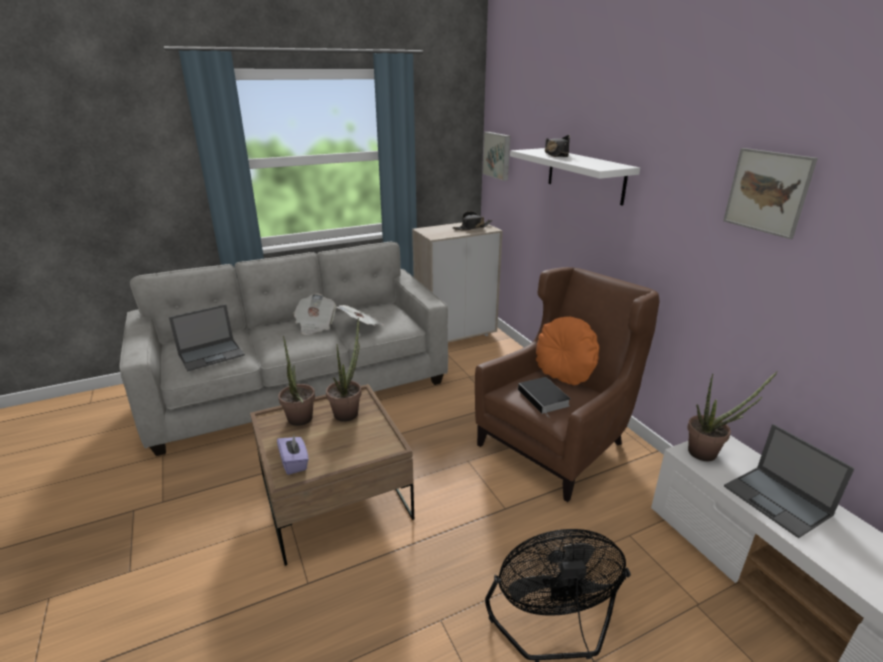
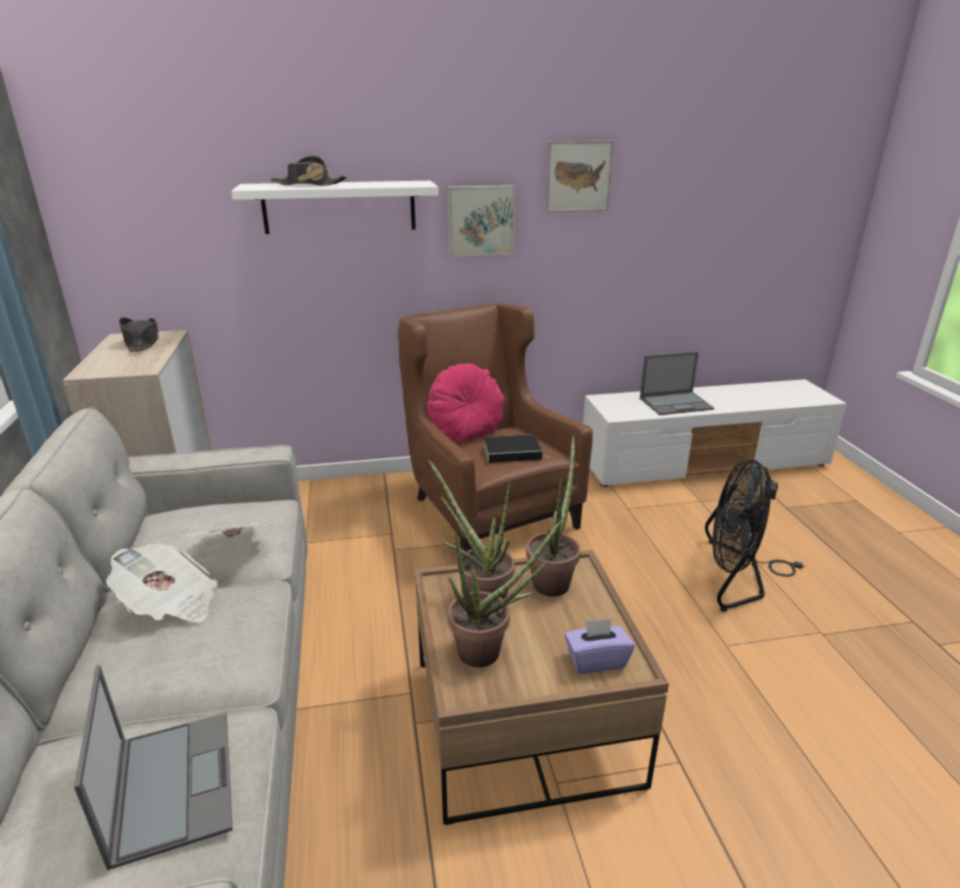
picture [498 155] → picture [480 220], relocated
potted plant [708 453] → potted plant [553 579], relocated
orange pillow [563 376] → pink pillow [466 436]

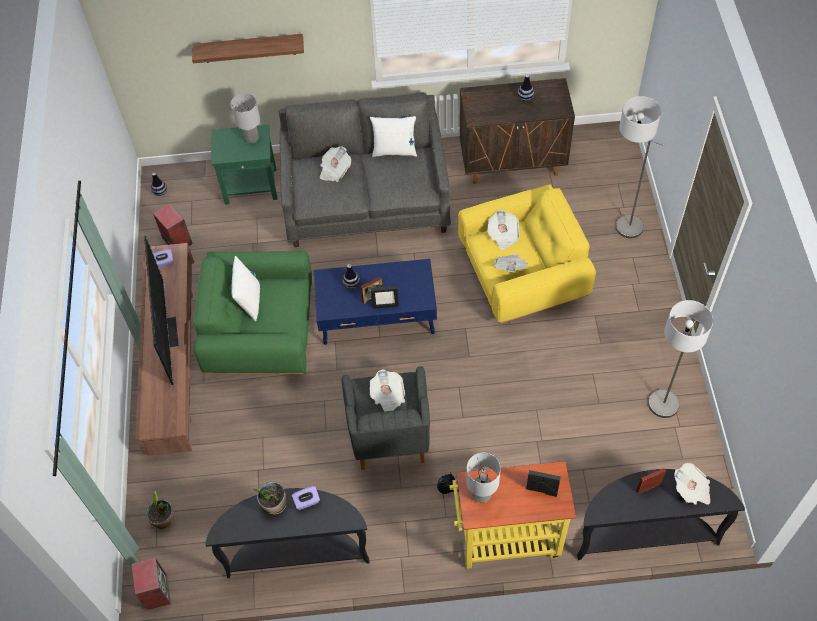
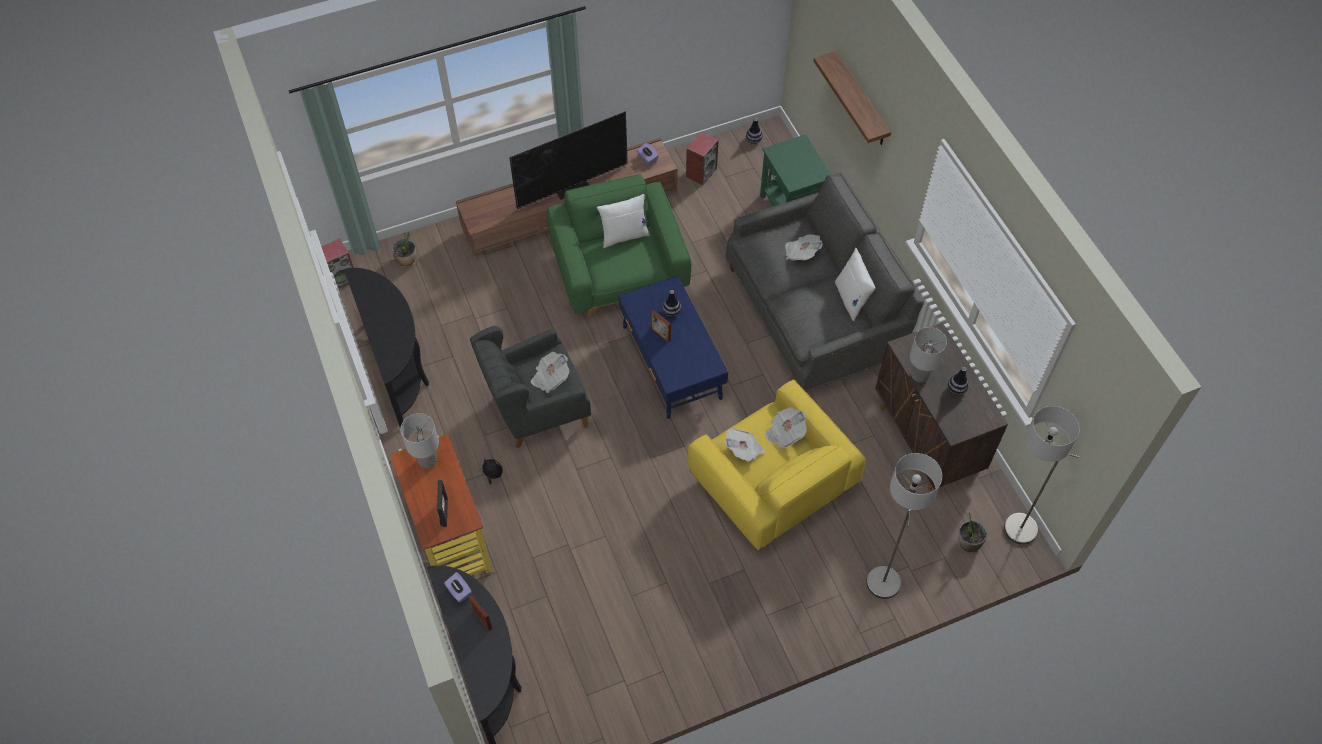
picture frame [385 305] → -
newspaper [691 490] → -
grey table lamp [251 139] → grey table lamp [919 376], relocated
potted plant [275 504] → potted plant [968 543], relocated
purple tissue box [307 501] → purple tissue box [459 591], relocated
grey floor lamp [659 411] → grey floor lamp [1010 526], relocated

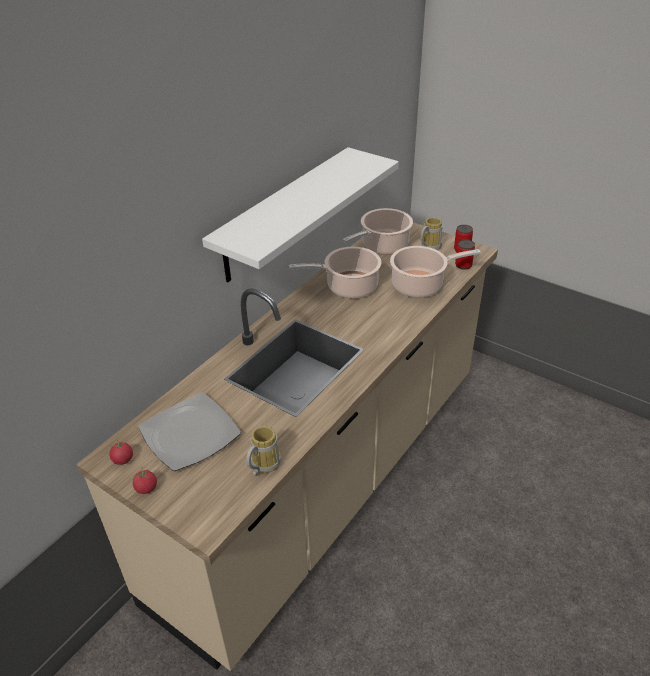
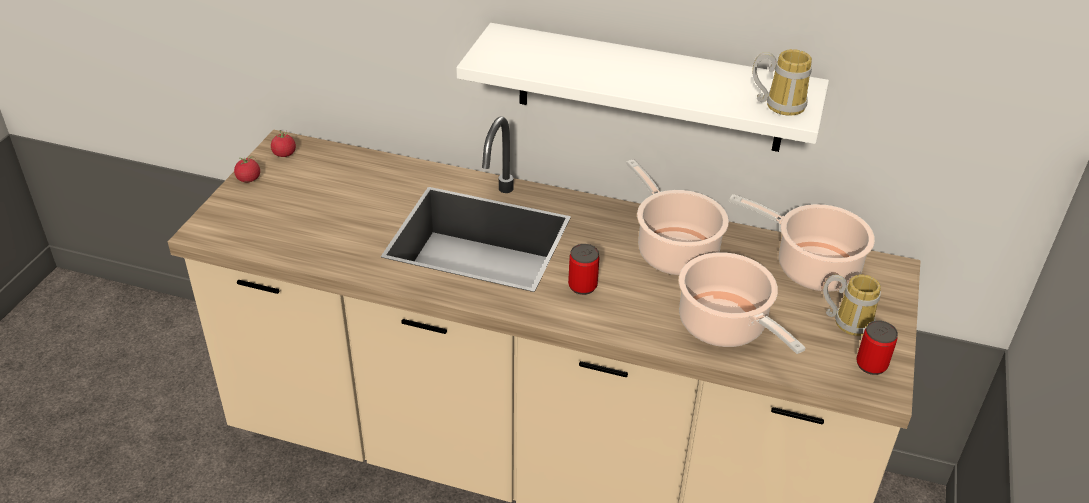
plate [190 433] → -
mug [262 465] → mug [779 104], relocated
can [463 265] → can [582 286], relocated

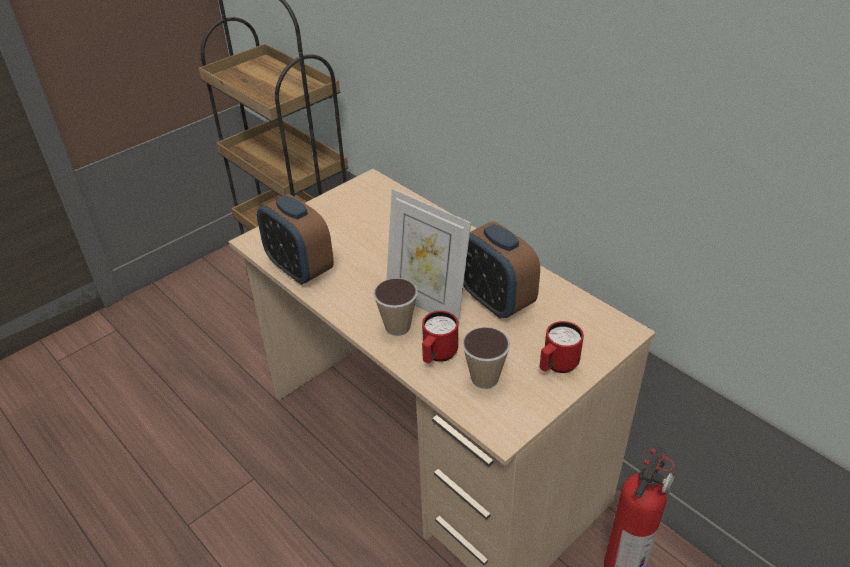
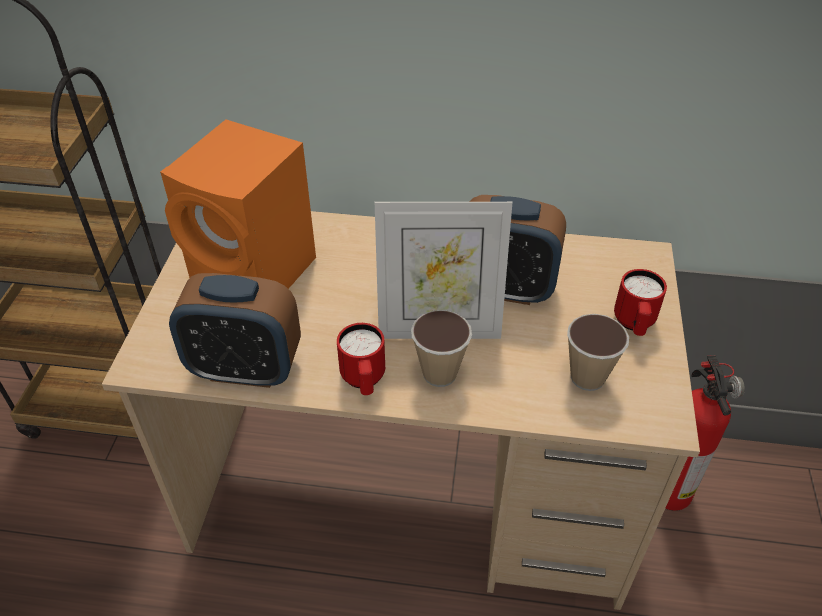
- → orange speaker [258 276]
red mug [437 356] → red mug [364 381], relocated

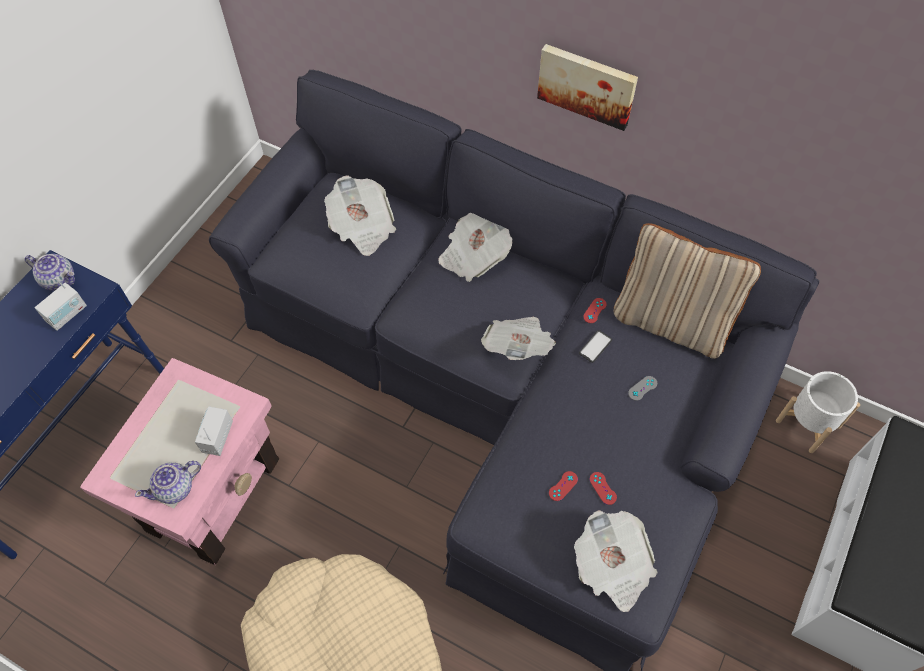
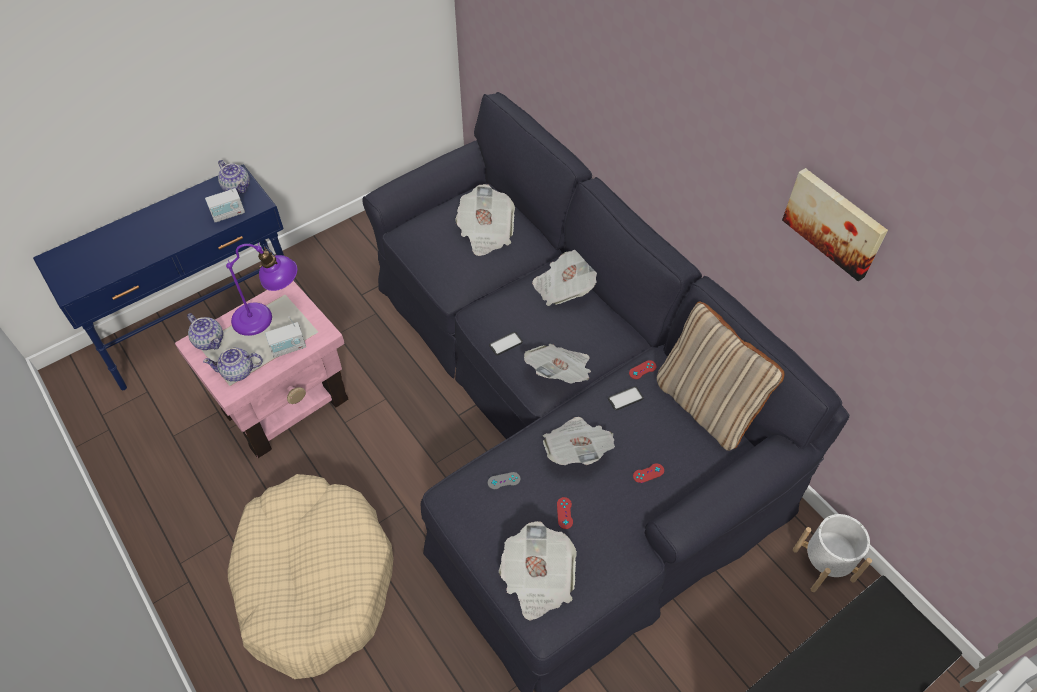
- → teapot [210 341]
- → purple table lamp [270 315]
- → phone [505 344]
- → newspaper [576 450]
picture [587 85] → picture [835 222], relocated
red game controller [563 486] → red game controller [648 473], relocated
grey game controller [642 388] → grey game controller [504 480], relocated
radio [217 437] → radio [288 347], 150 degrees counterclockwise

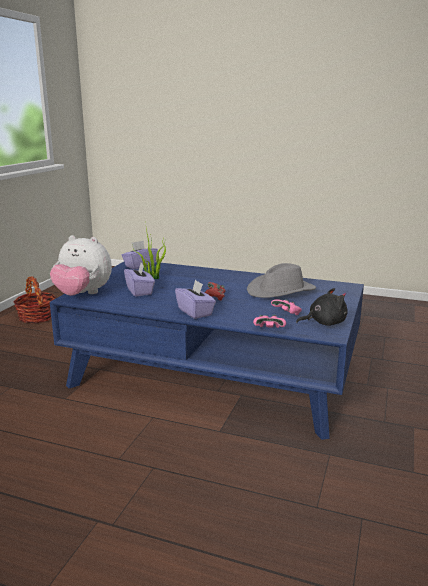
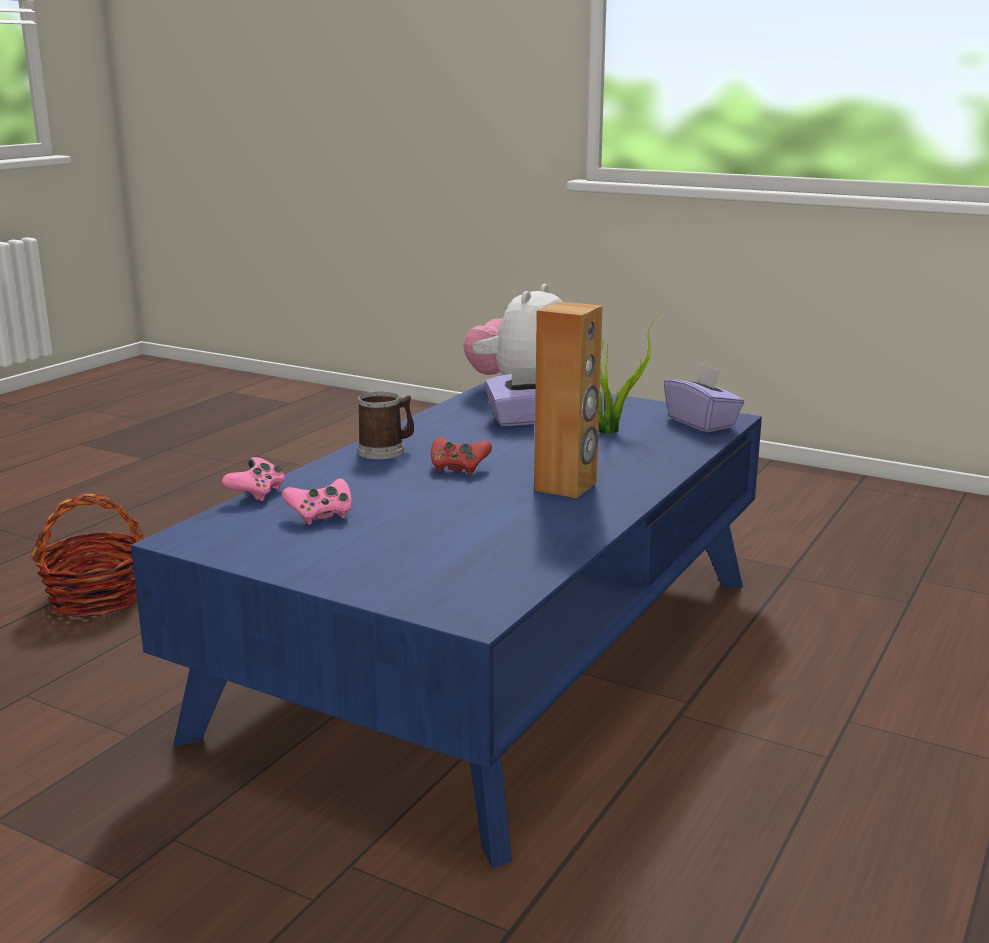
grey hat [281 291] → -
black plush toy [324 323] → -
- → brown speaker [566 486]
basket [37 317] → basket [97 598], relocated
purple tissue box [195 312] → mug [386 451]

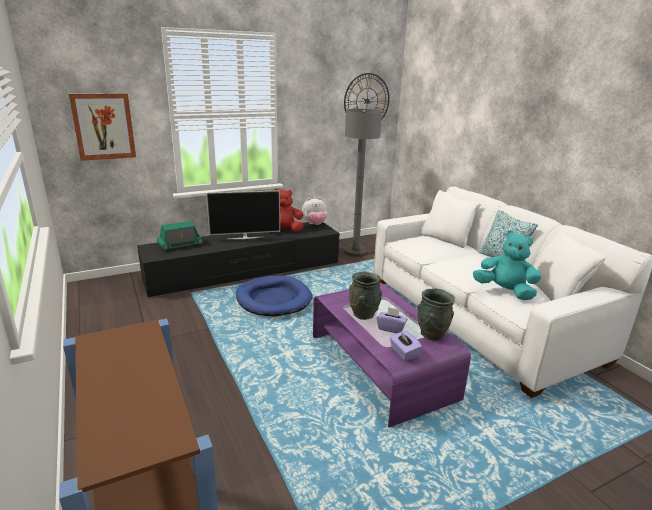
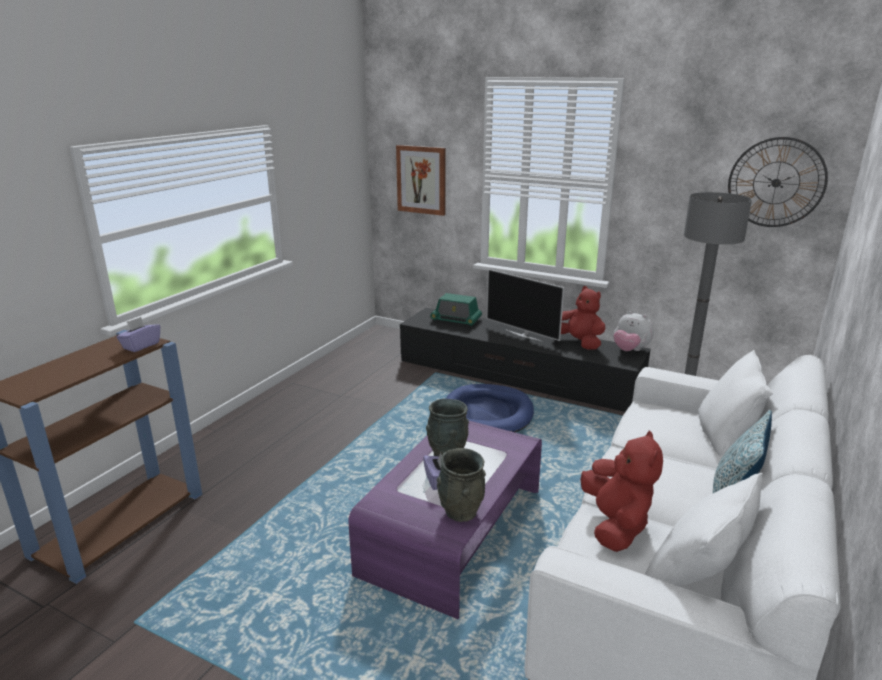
purple tissue box [404 353] → purple tissue box [141 346], relocated
turquoise plush toy [505 291] → red plush toy [615 525]

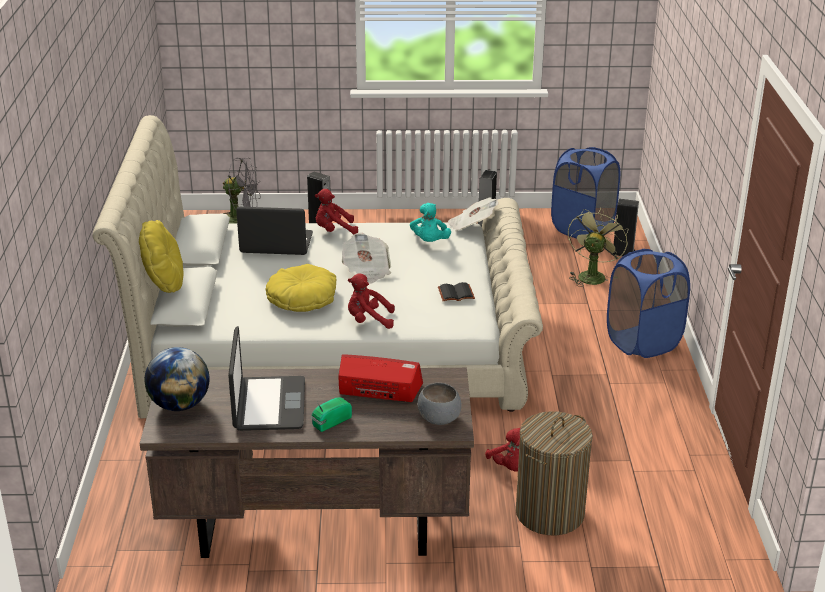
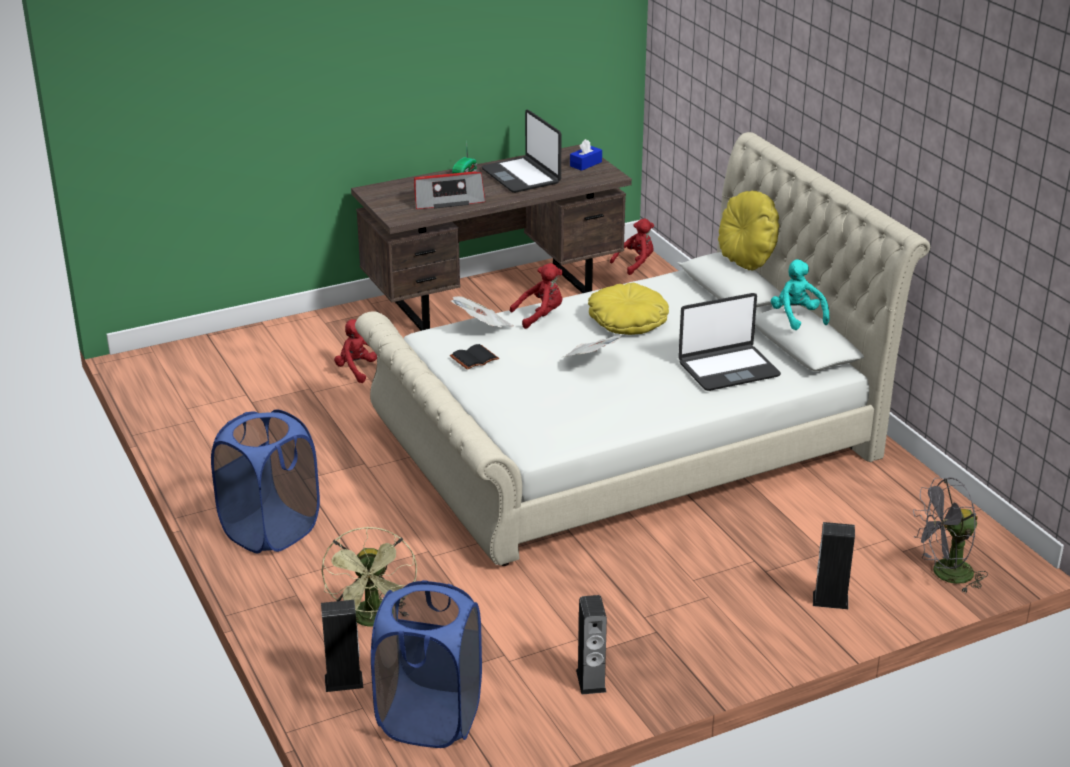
grey bowl [439 419] → -
laundry basket [549 513] → -
red plush toy [334 231] → red plush toy [635 264], relocated
turquoise plush toy [429 242] → turquoise plush toy [797 317], relocated
newspaper [471 226] → newspaper [482 327], relocated
globe [179 405] → blue tissue box [585 164]

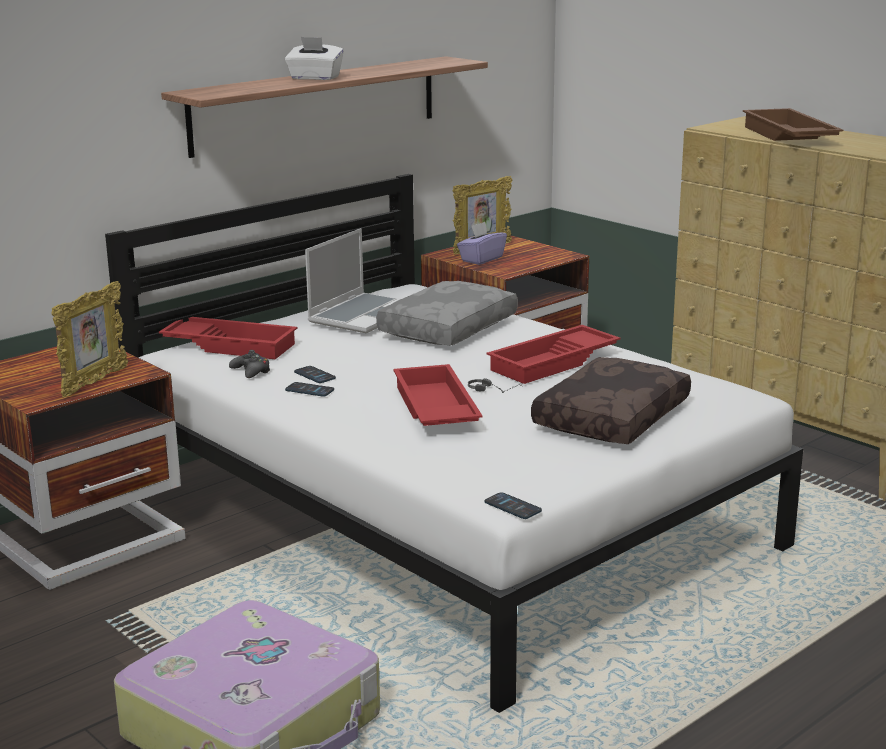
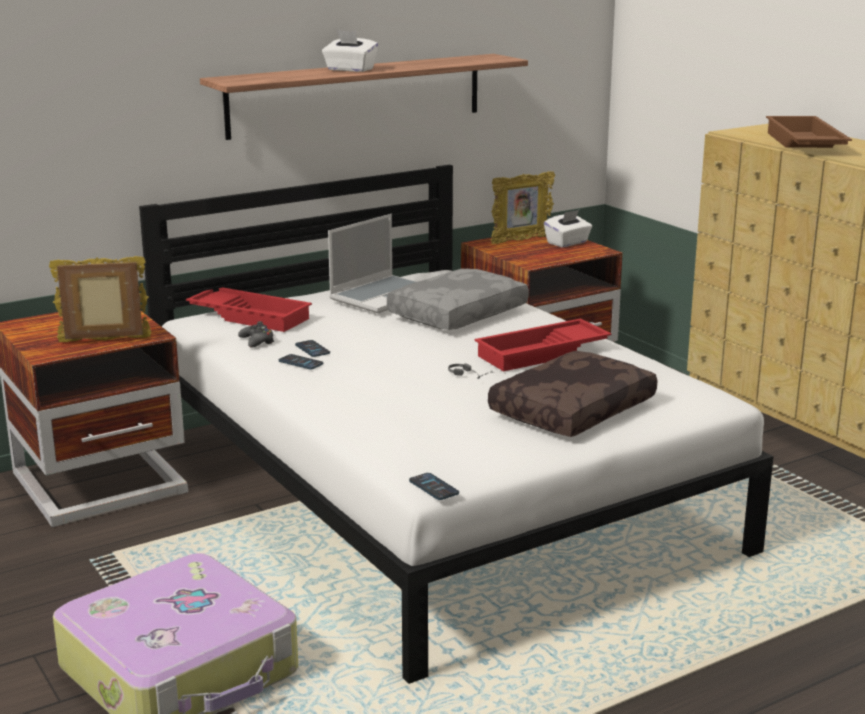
red tray [433 409] → -
purple tissue box [481 259] → -
- → white tissue box [567 243]
picture frame [94 382] → picture frame [105 341], 135 degrees counterclockwise

